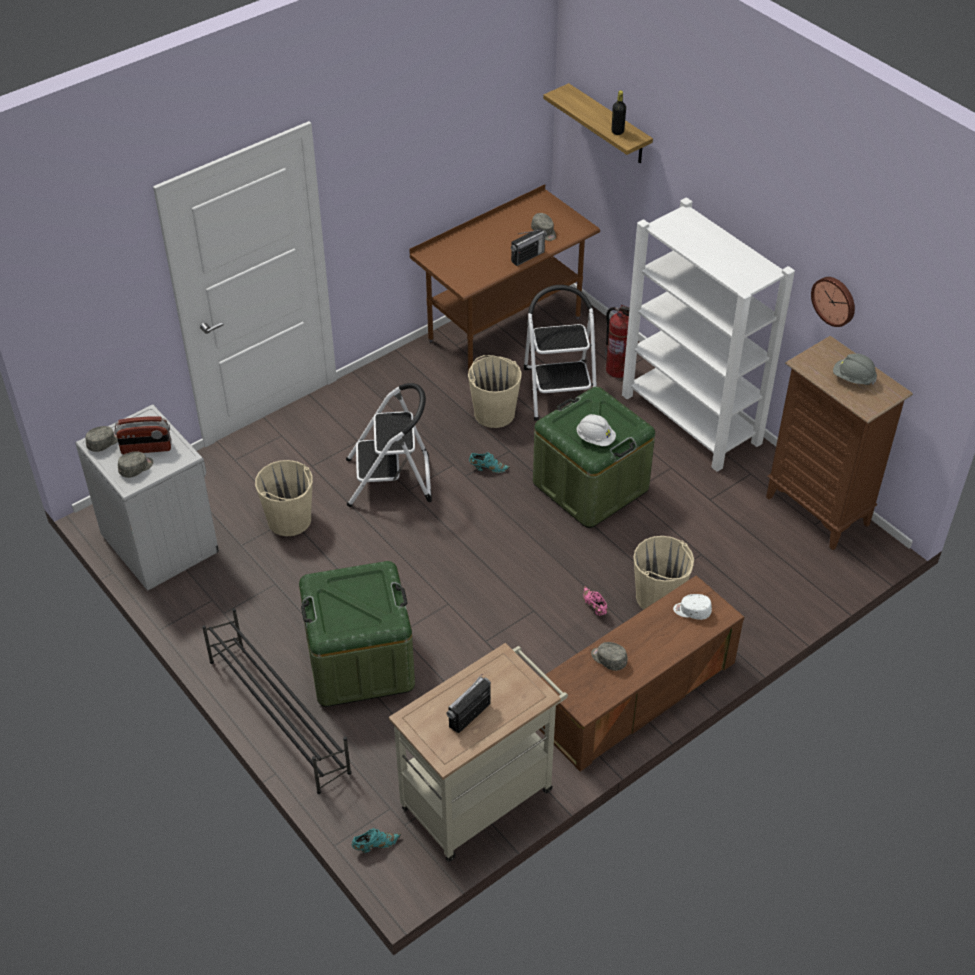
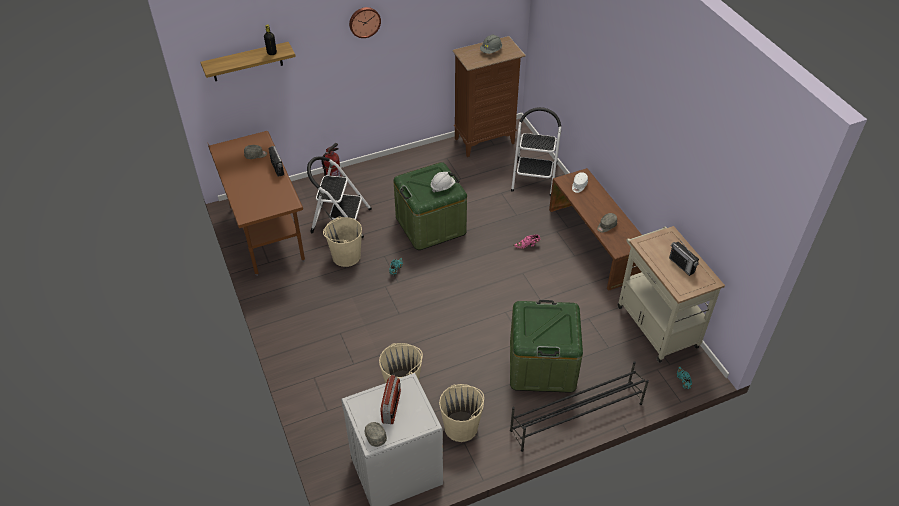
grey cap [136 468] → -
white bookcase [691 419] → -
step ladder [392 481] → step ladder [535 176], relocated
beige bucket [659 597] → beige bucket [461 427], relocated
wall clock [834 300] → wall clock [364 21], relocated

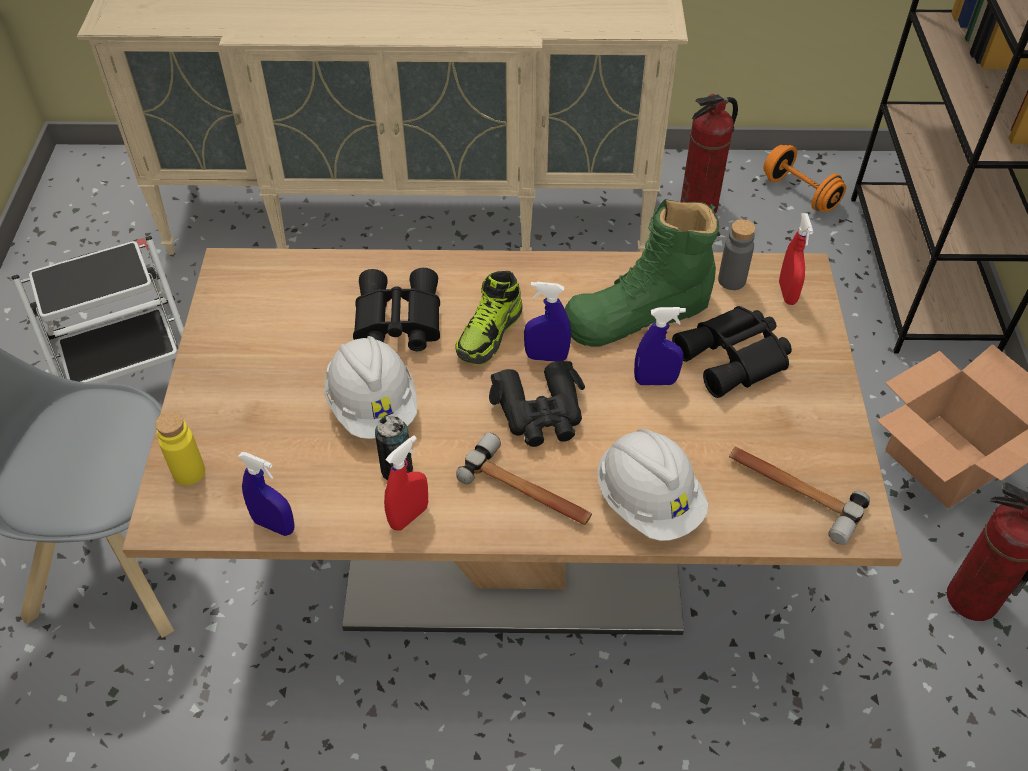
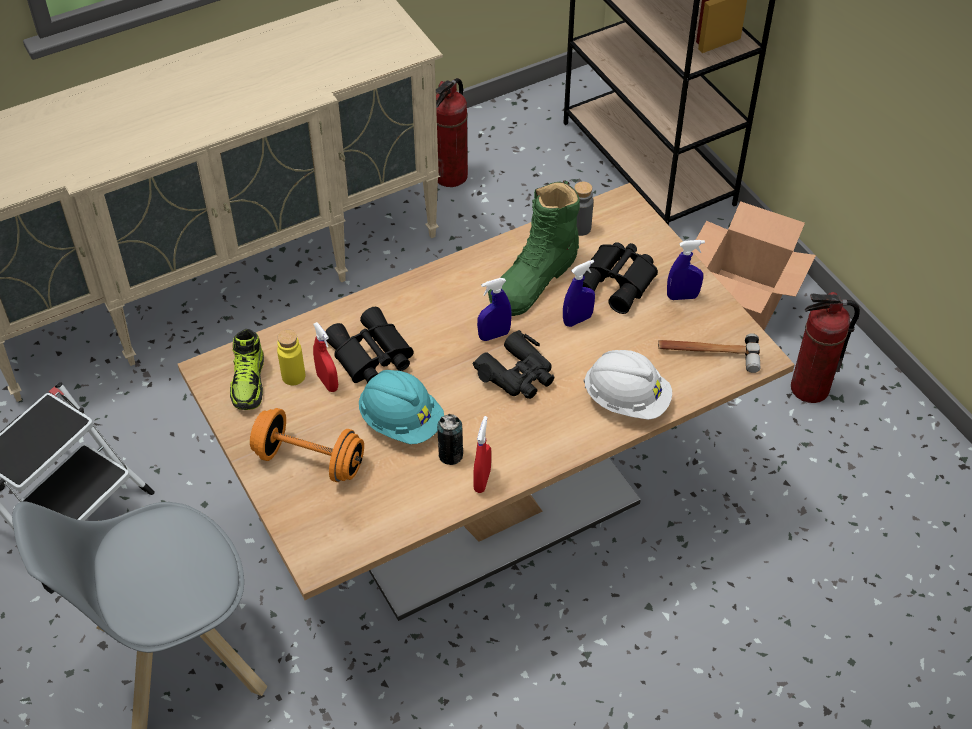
hammer [528 490] → -
yellow bottle [189 472] → yellow bottle [293 376], relocated
blue spray bottle [274 525] → blue spray bottle [682 296], relocated
shoe [489 334] → shoe [249 382], relocated
orange dumbbell [800 193] → orange dumbbell [309 460], relocated
red spray bottle [787 293] → red spray bottle [327 382], relocated
white hard hat [373 406] → turquoise hard hat [401 421]

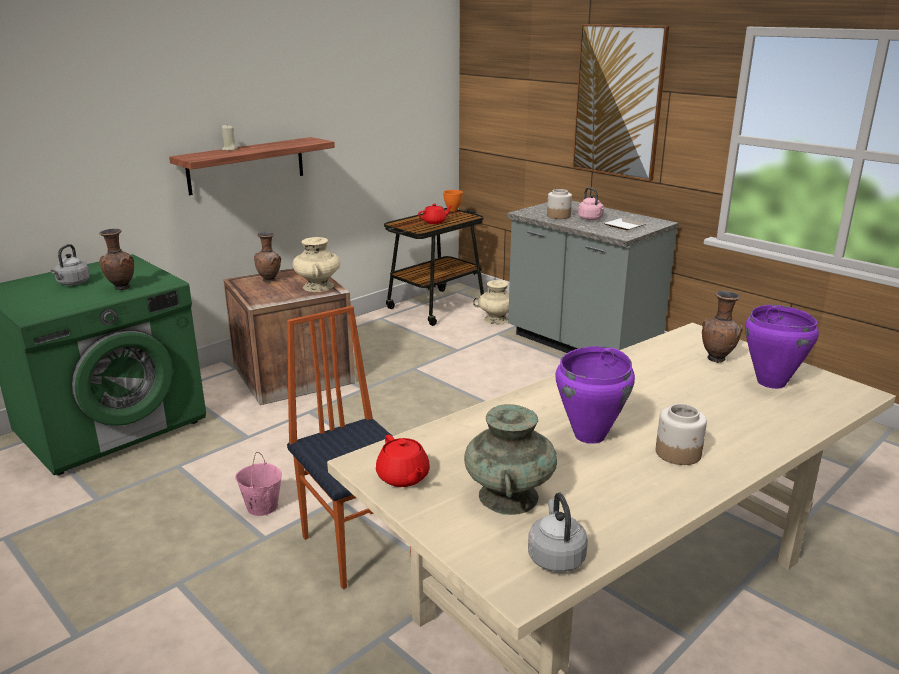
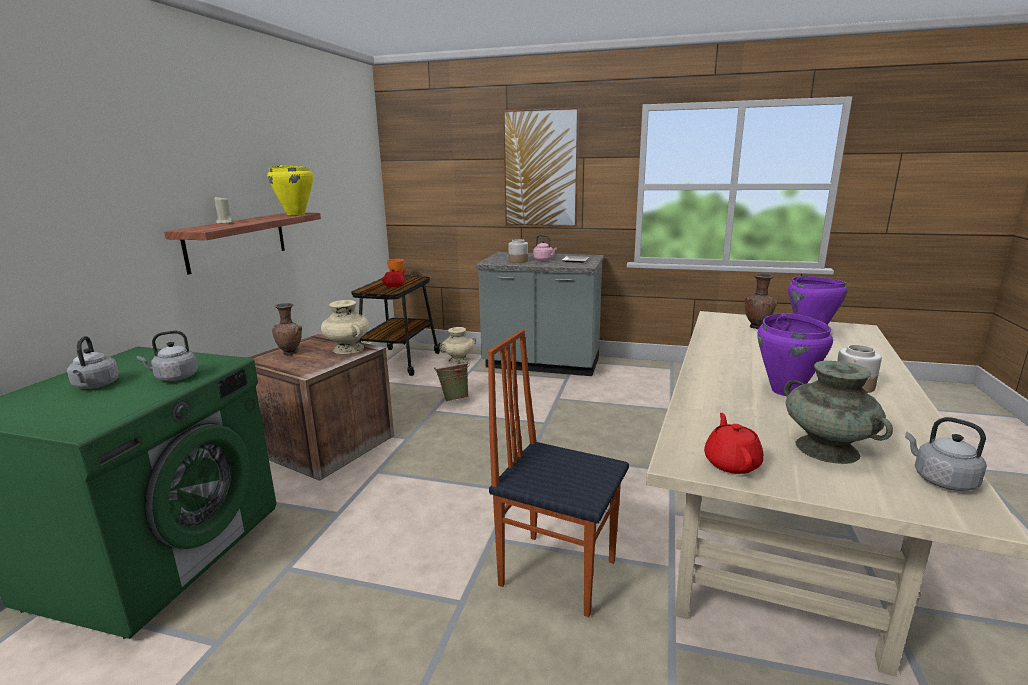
pink bucket [261 507] → -
- → yellow cooking pot [296 214]
- → green bucket [454 399]
brown vase [121 288] → grey kettle [174 378]
red teapot [403 477] → red teapot [731 463], 120 degrees counterclockwise

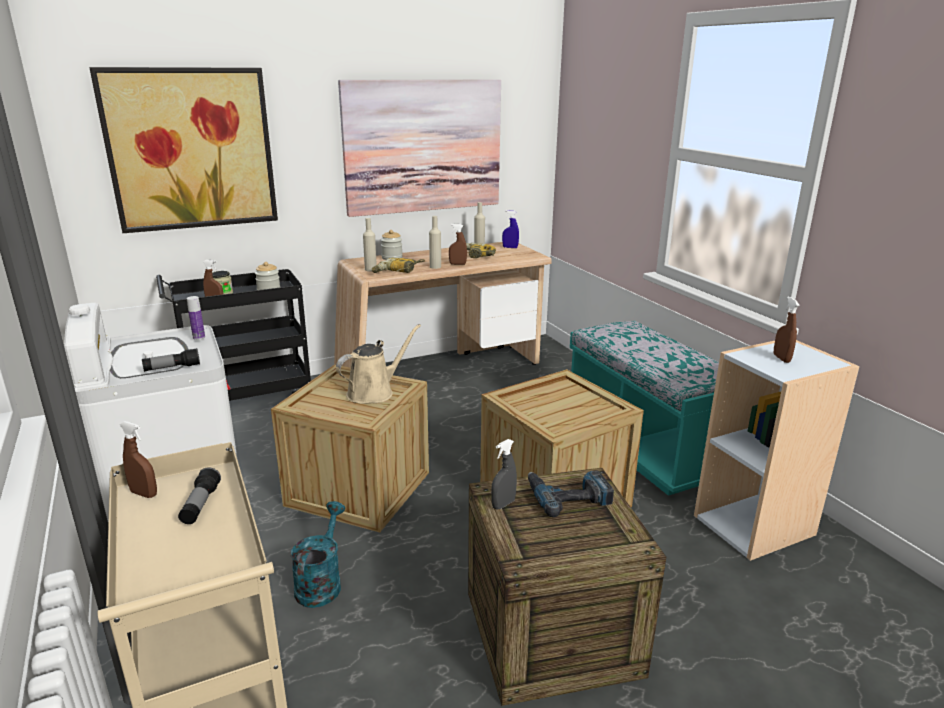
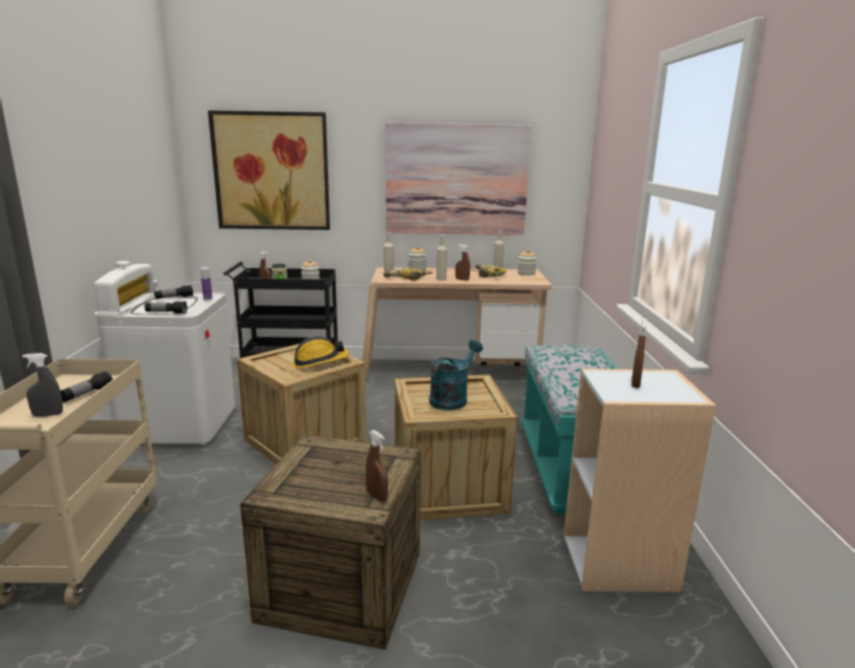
power drill [568 496] → -
- → flashlight [174 298]
brown spray bottle [144 494] → brown spray bottle [377 496], relocated
turquoise watering can [321 582] → turquoise watering can [452 398], relocated
grey spray bottle [503 504] → grey spray bottle [48 415], relocated
beige watering can [374 392] → hard hat [319 362]
blue spray bottle [510 247] → jar [526 273]

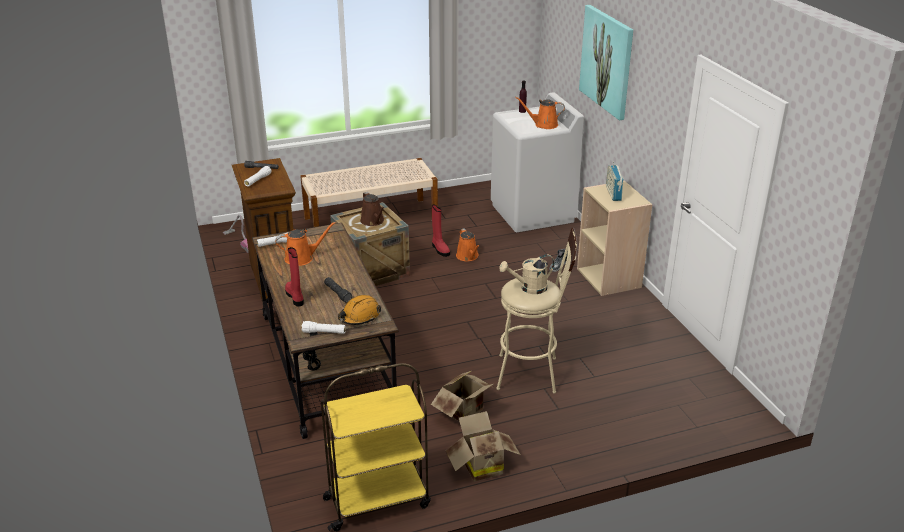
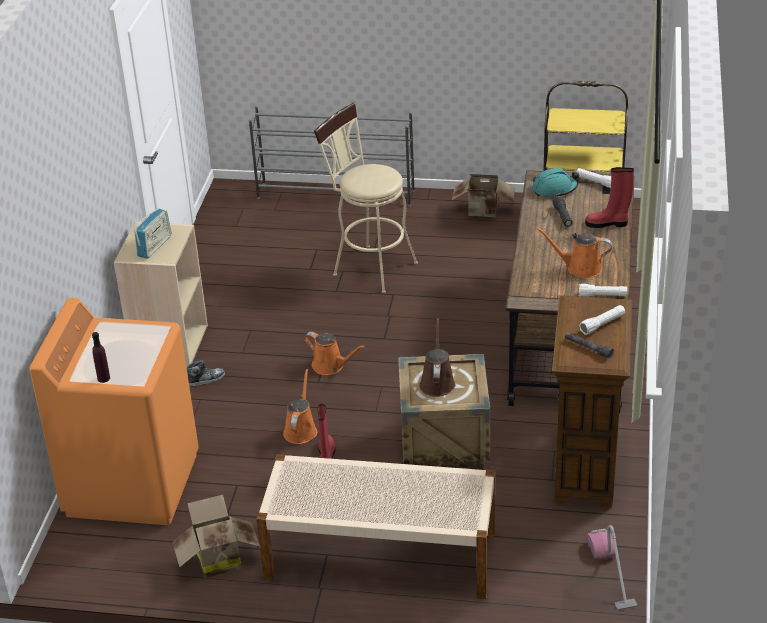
beige watering can [529 288] → -
picture [607 61] → -
- → grey shoe rack [336 195]
cardboard box [466 412] → cardboard box [216 559], relocated
orange watering can [543 125] → orange watering can [330 366], relocated
orange hard hat [359 316] → turquoise hard hat [554 189]
white washing machine [533 213] → orange washing machine [132 483]
red boot [295 297] → red boot [608 223], 90 degrees clockwise

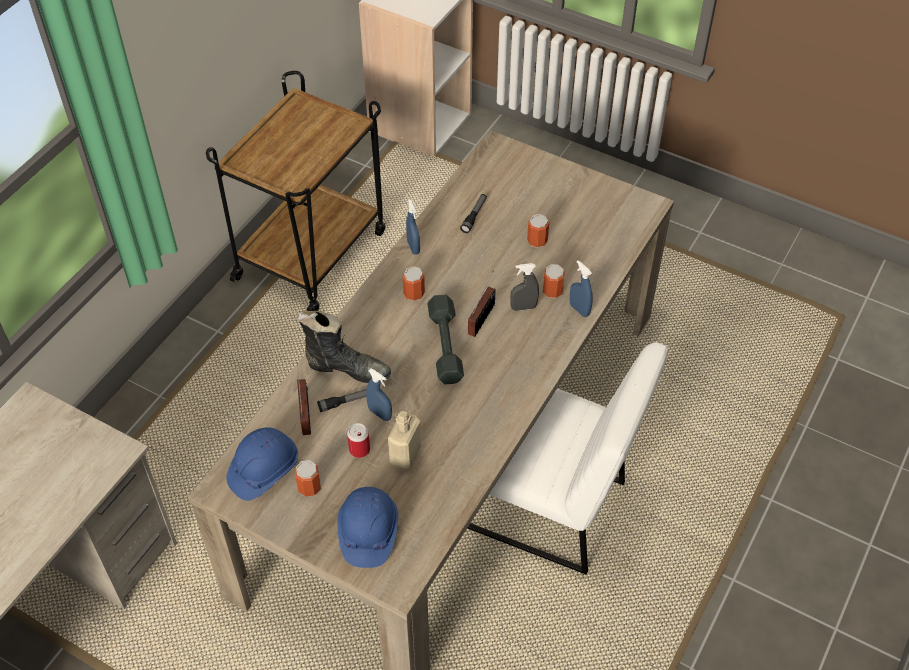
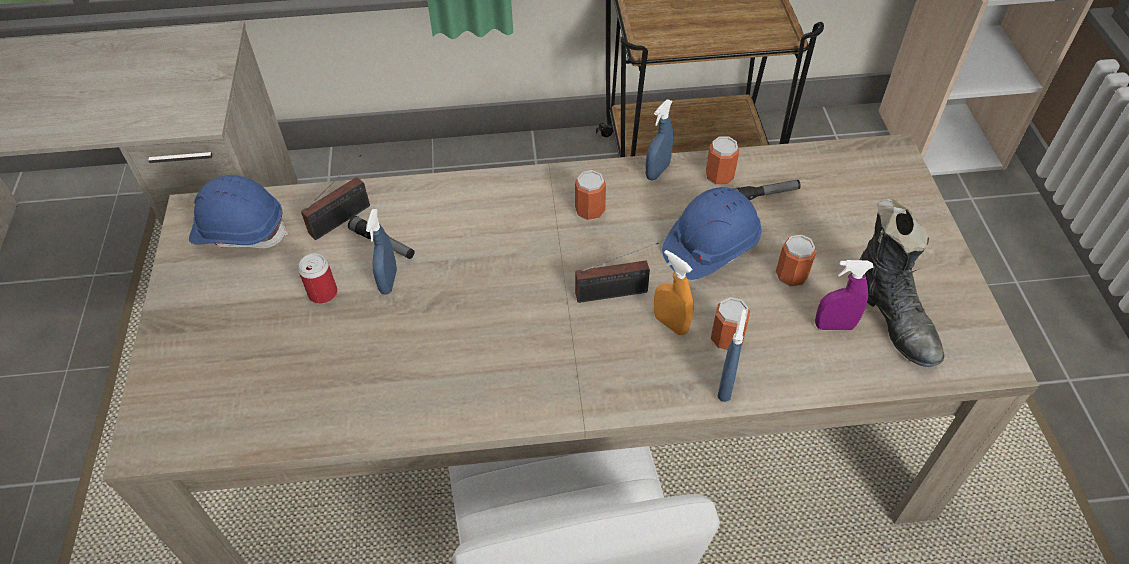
beige bottle [405 455] → -
grey dumbbell [445 345] → -
- → purple spray bottle [834 326]
can [309 487] → can [719 176], relocated
black boot [347 368] → black boot [893 318], relocated
blue hard hat [368 533] → blue hard hat [710 247], relocated
grey spray bottle [523 307] → orange spray bottle [670 324]

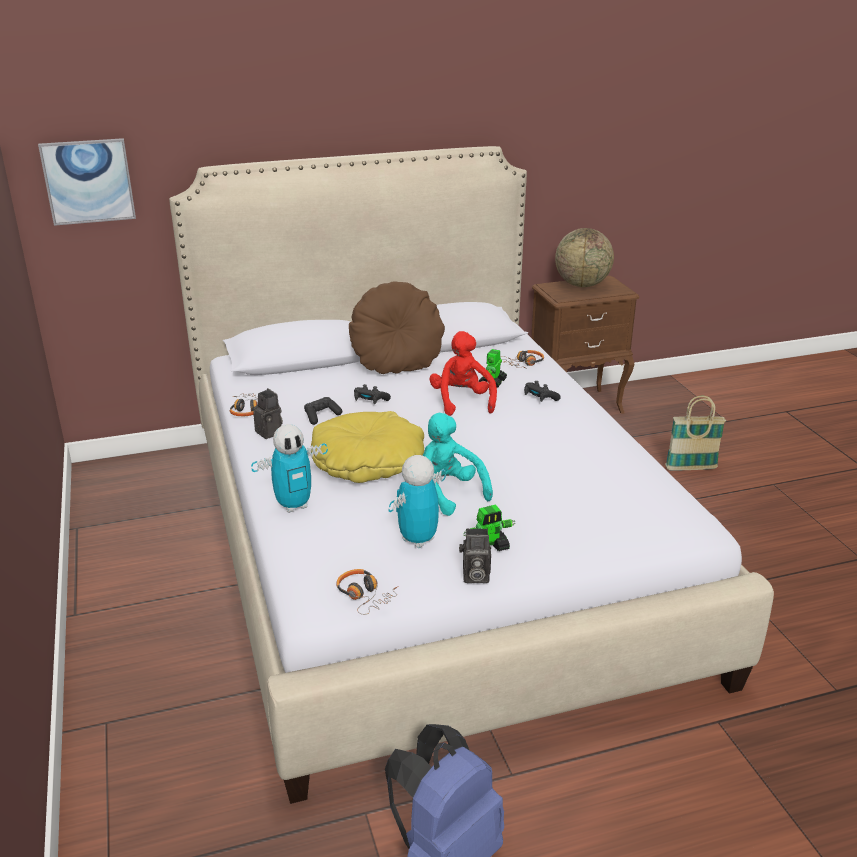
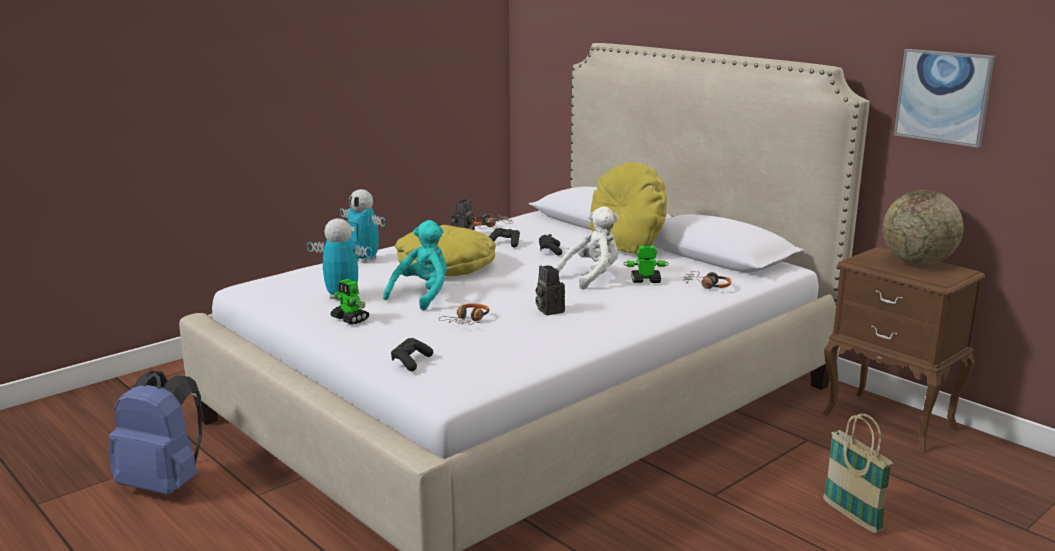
picture [88 181] → picture [943 97], relocated
headphones [365 596] → headphones [468 320], relocated
photo camera [474 576] → photo camera [548 310], relocated
black game controller [540 398] → black game controller [411 362], relocated
brown pillow [397 367] → yellow pillow [626 248]
red plush toy [462 401] → white plush toy [591 277]

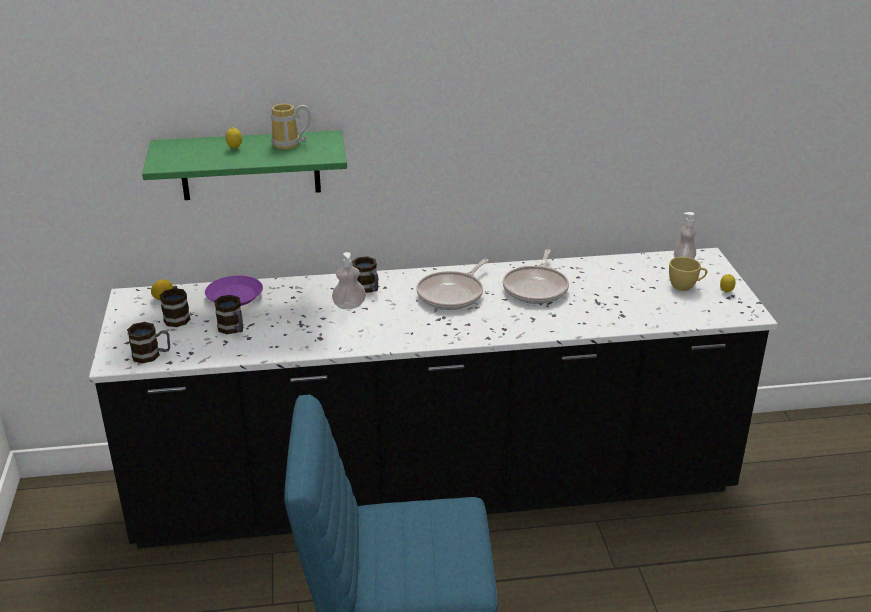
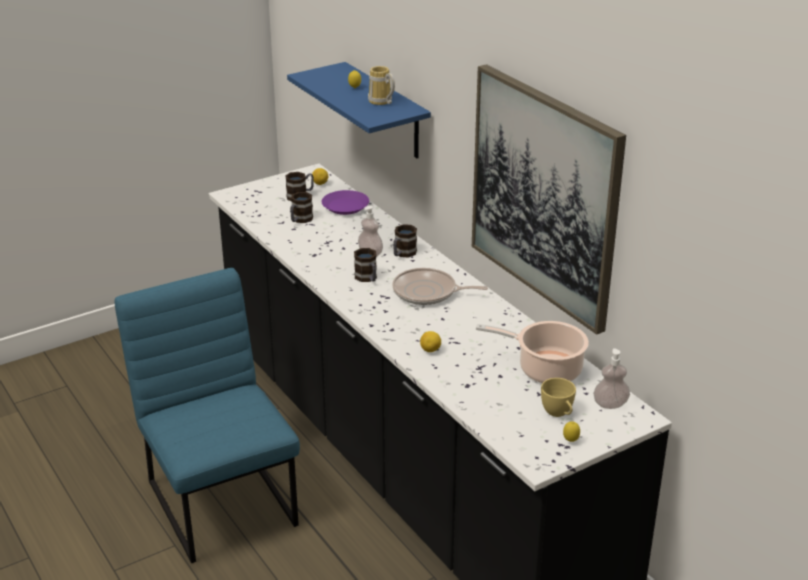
frying pan [536 288] → -
- → lemon [430 350]
- → picture [544 195]
- → cooking pot [545 369]
mug [152 355] → mug [367 278], relocated
green shelf [250 165] → blue shelf [386 111]

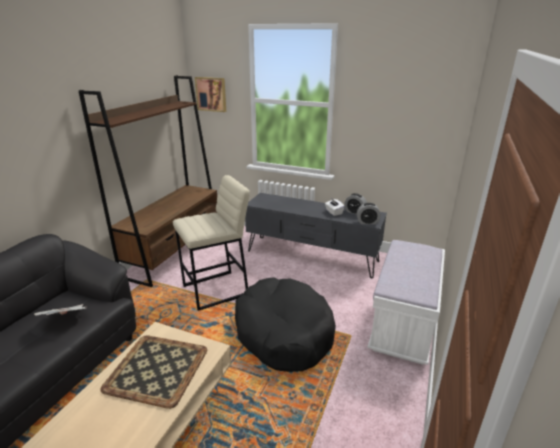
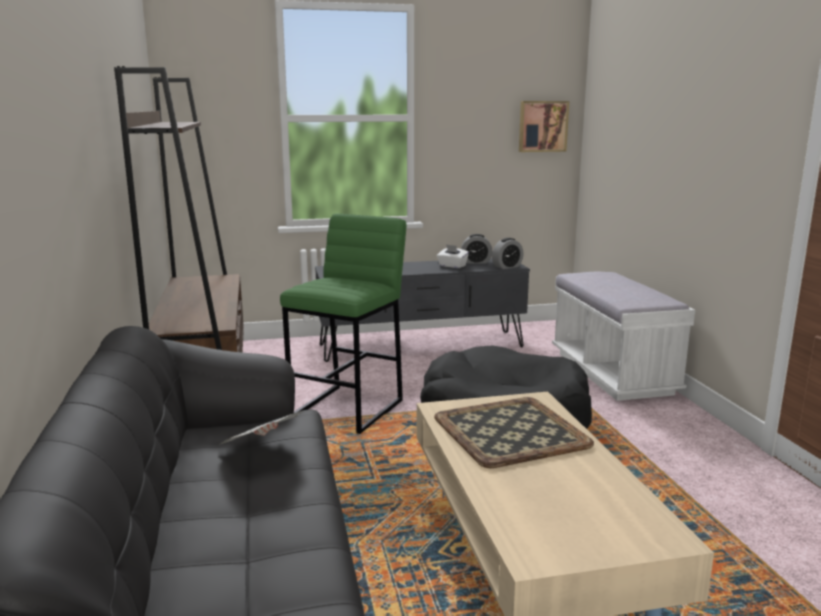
picture [211 94] → picture [542 126], relocated
beige stool [217 289] → green stool [349 408]

